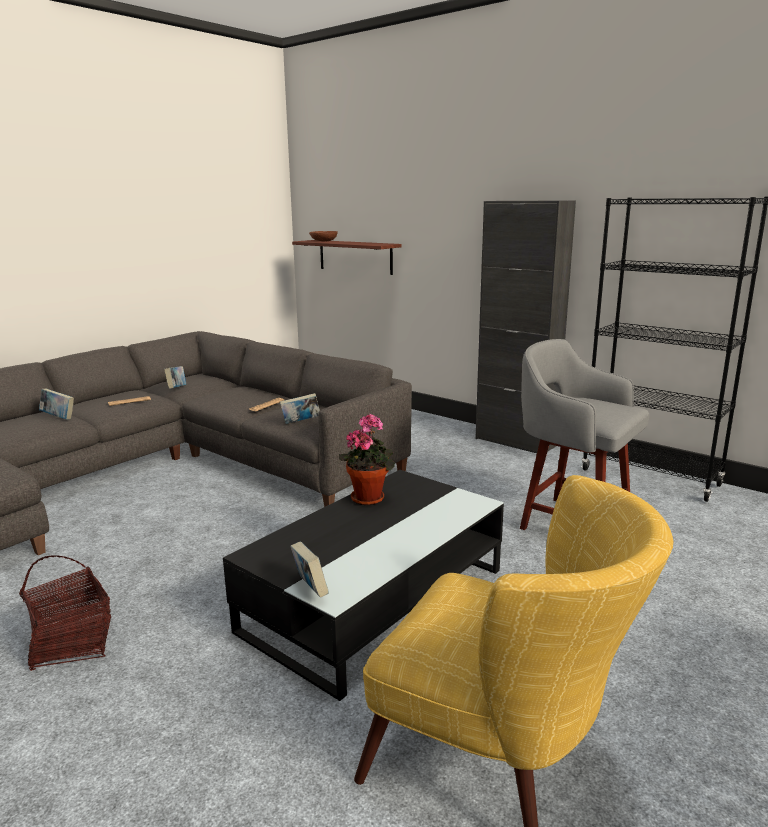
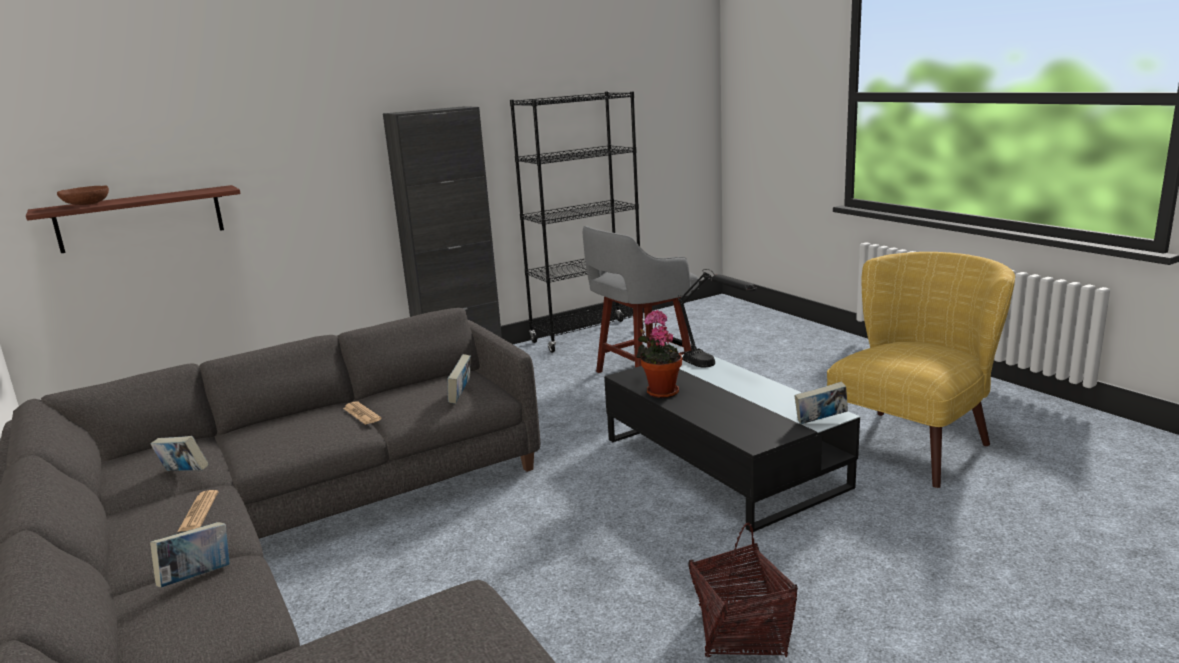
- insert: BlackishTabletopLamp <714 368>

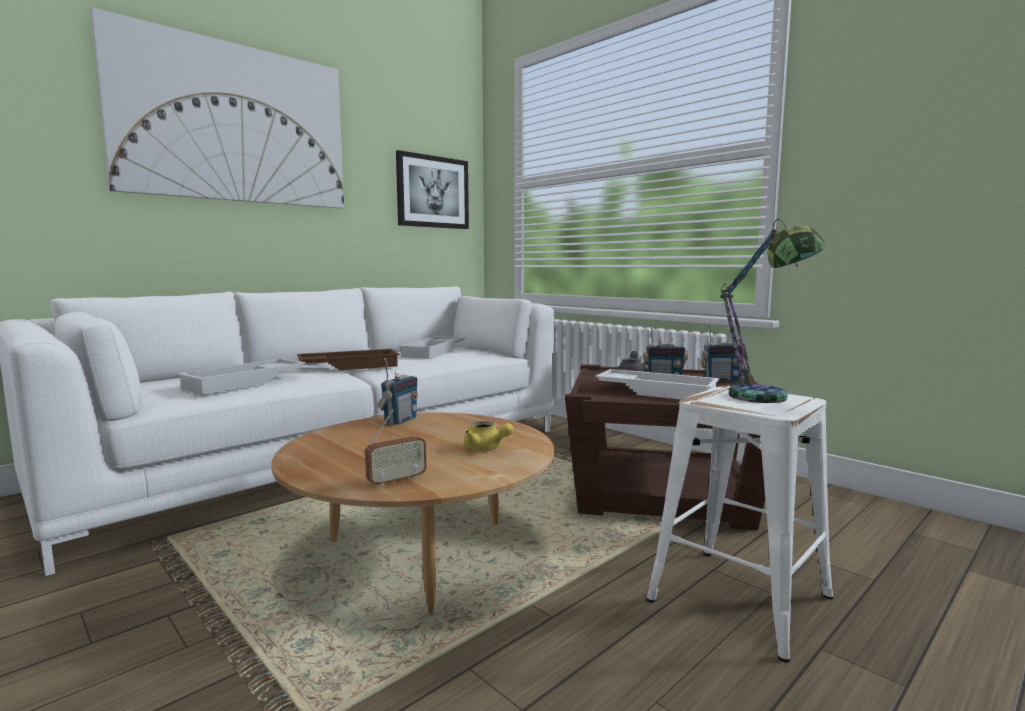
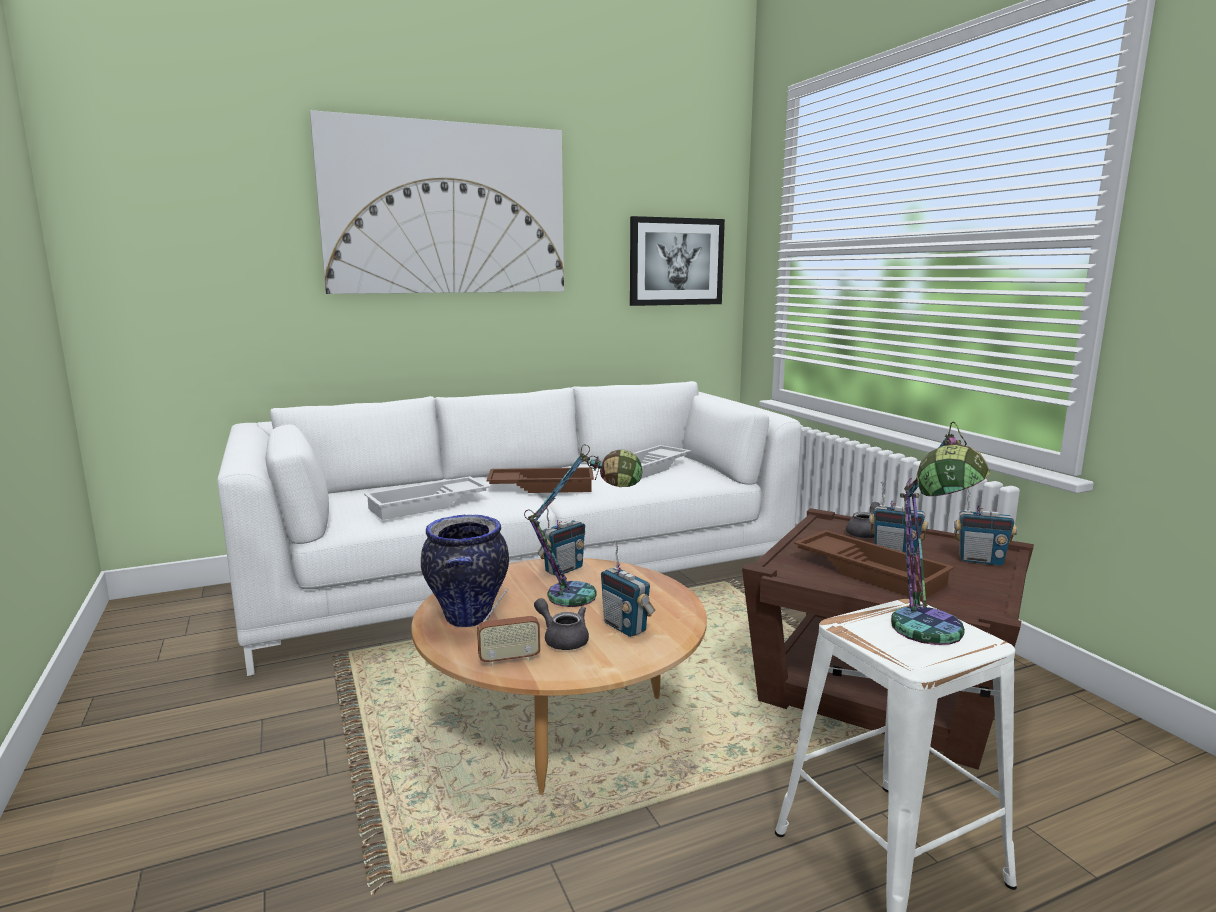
- recolor: WhiteServingTray <657 392> to BrownishServingTray <871 572>
- replace: YellowishPotForTea <486 448> to RadioSet <625 627>
- insert: TabletopLamp <587 595>
- insert: DecorativeVase <468 619>
- insert: GrayPotForTea <562 639>

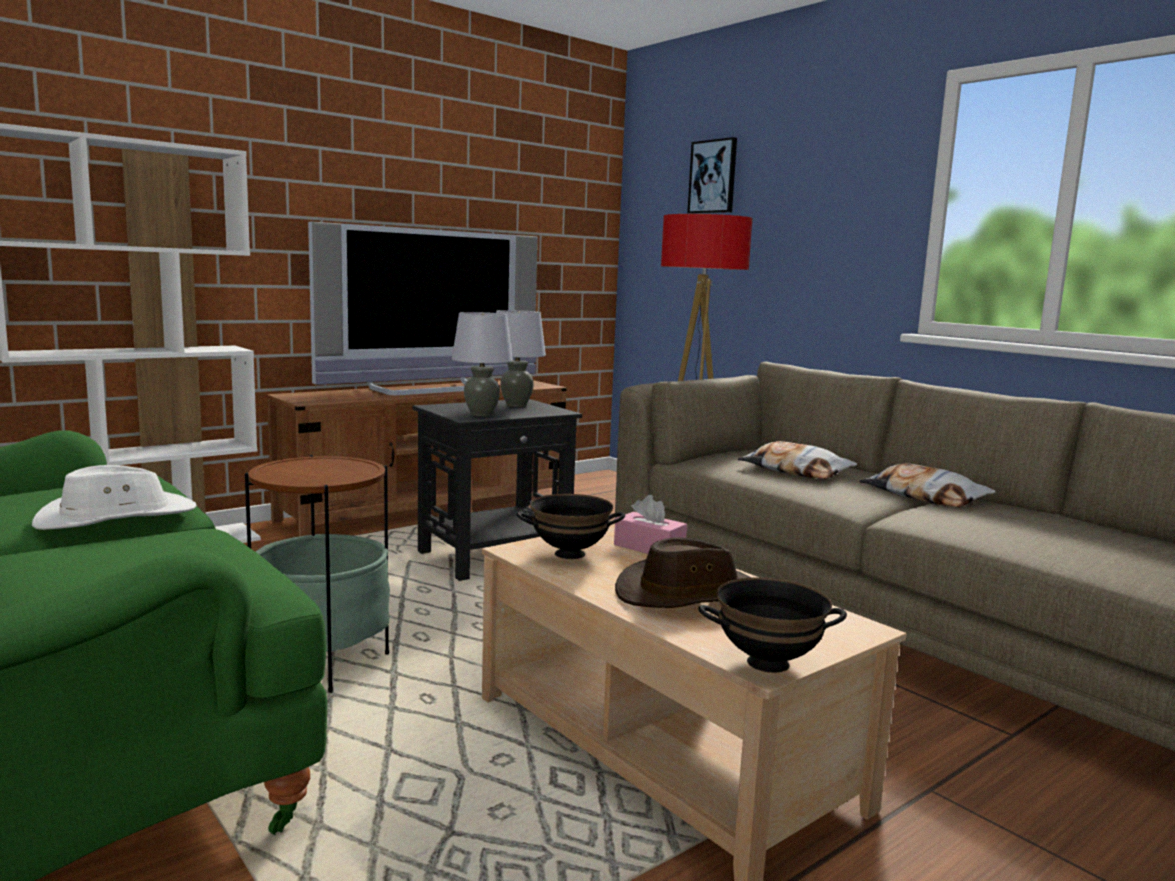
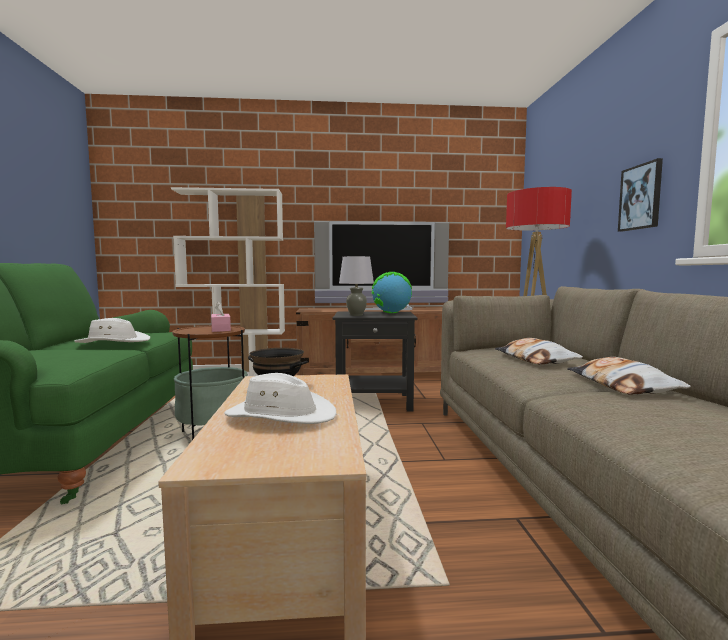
- move: Picture <713 177> to <641 197>
- replace: GrayTabletopLamp <516 405> to DeskGlobe <391 313>
- move: PinkishBoxOfTissues <649 547> to <221 329>
- recolor: BrownishHat <689 594> to WhiteHat <281 415>
- delete: BlackishDeepDish <767 664>

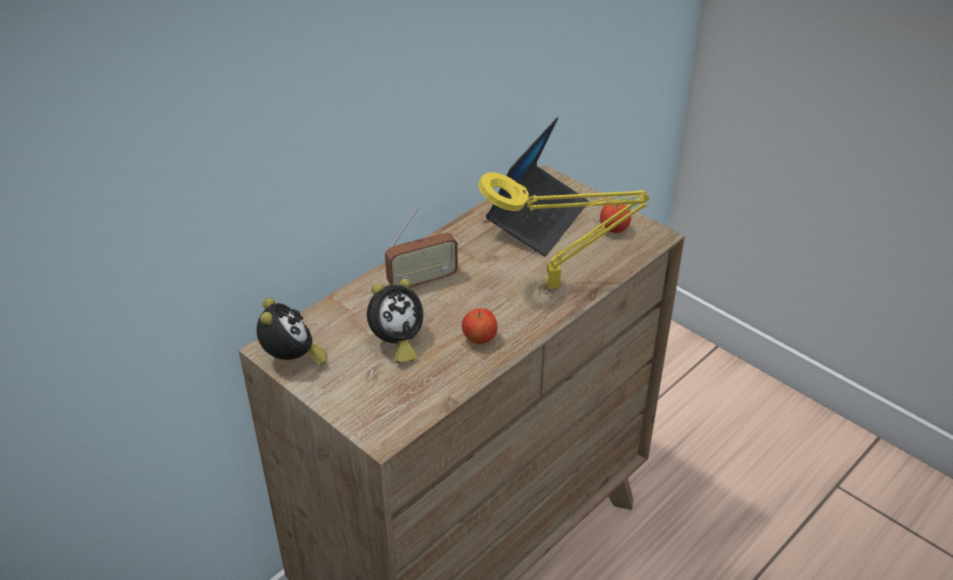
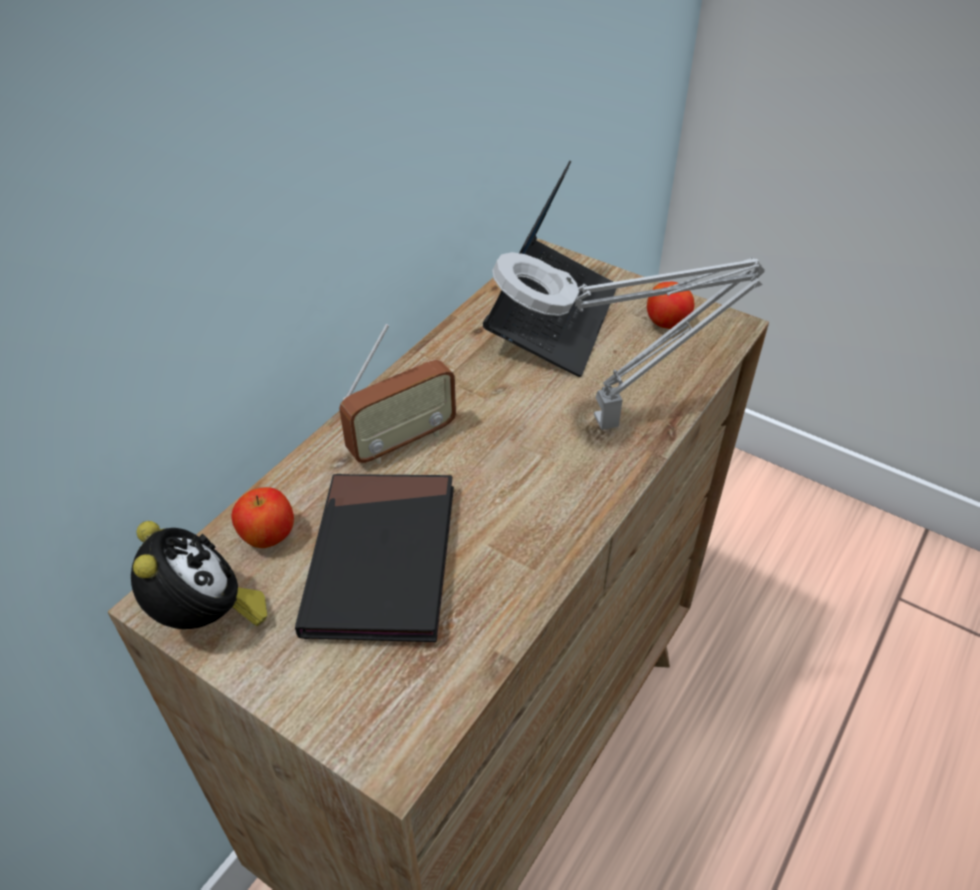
- recolor: YellowishTabletopLamp <558 285> to GrayTabletopLamp <613 421>
- replace: BedsideClock <396 344> to BlackishBoundBook <381 560>
- move: Apple <479 339> to <268 537>

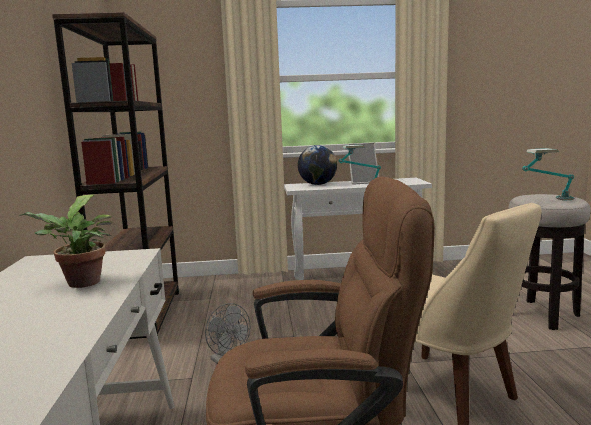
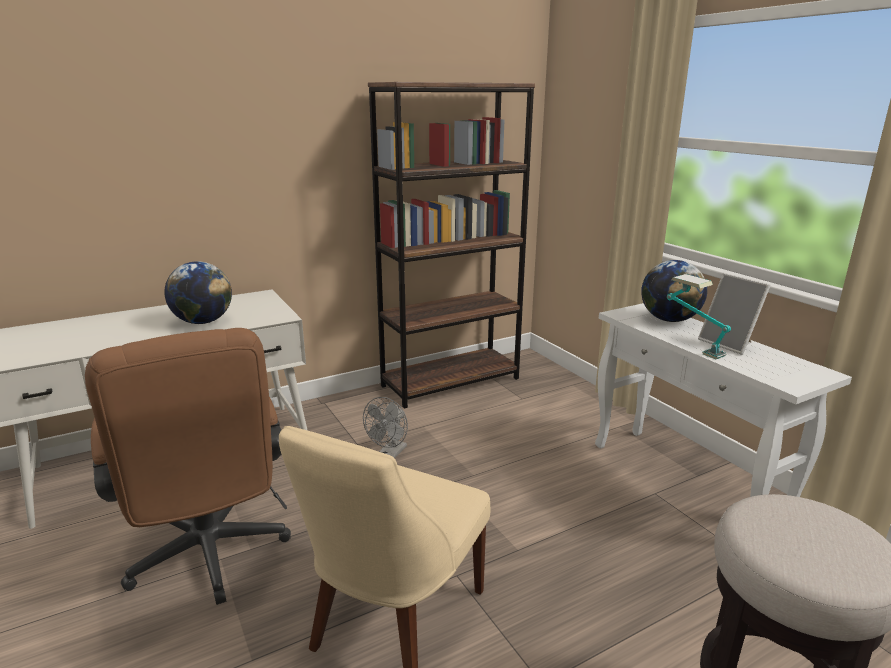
- delete: TabletopLamp <547 200>
- replace: Houseplant <80 284> to DeskGlobe <203 322>

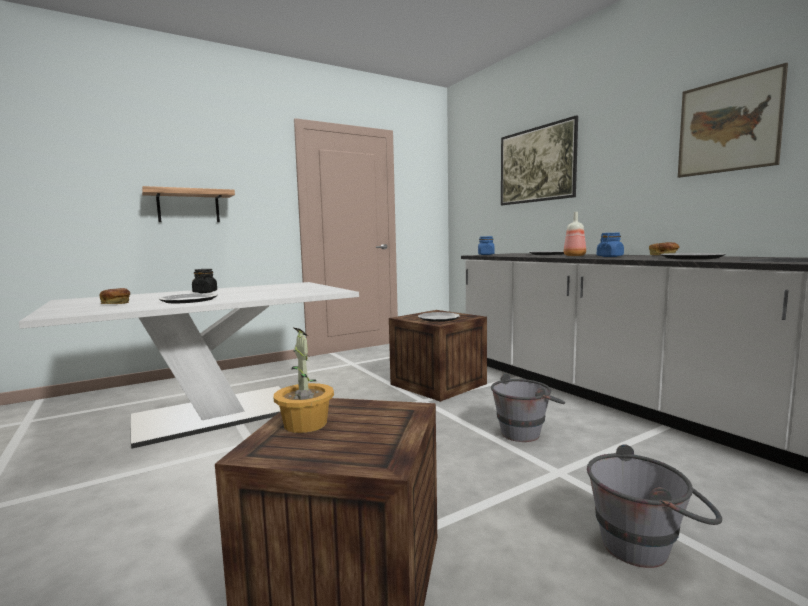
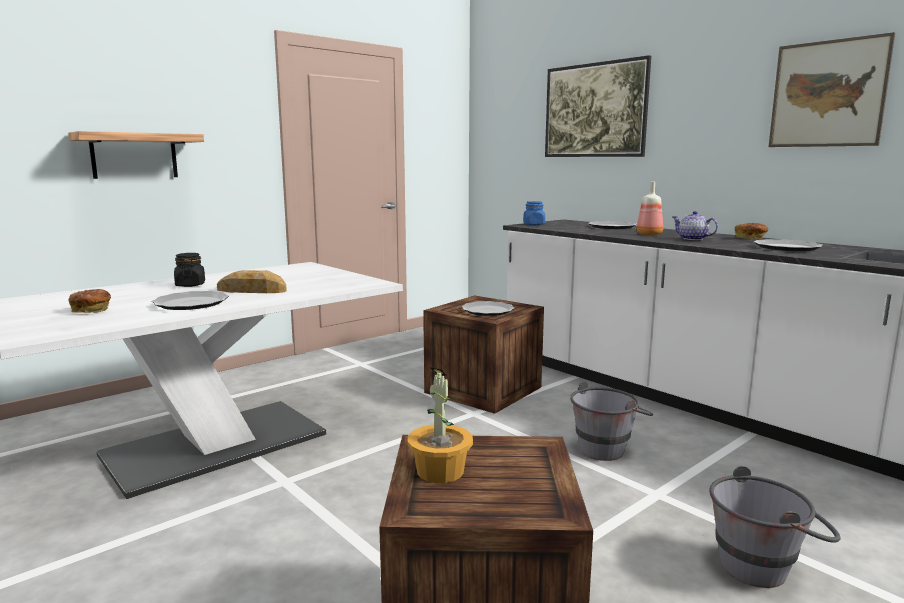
- replace: BluishStorageJar <610 256> to PotForTea <692 239>
- insert: Bread <252 290>

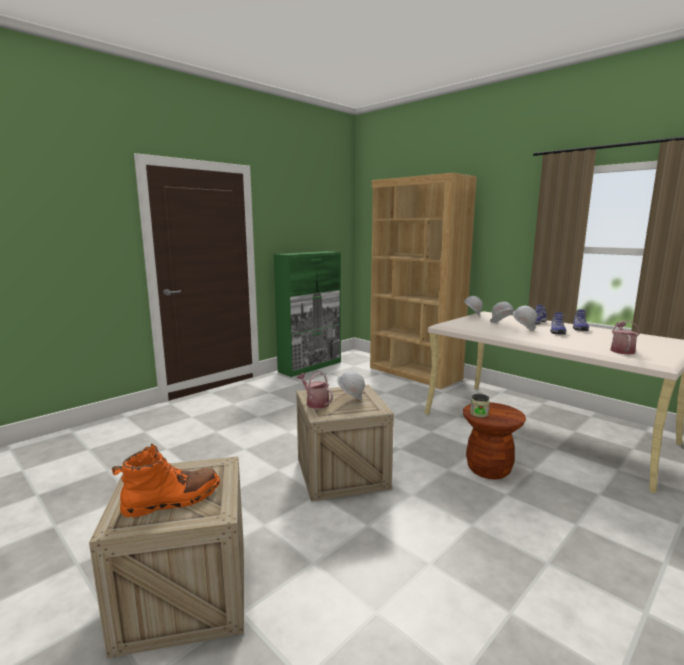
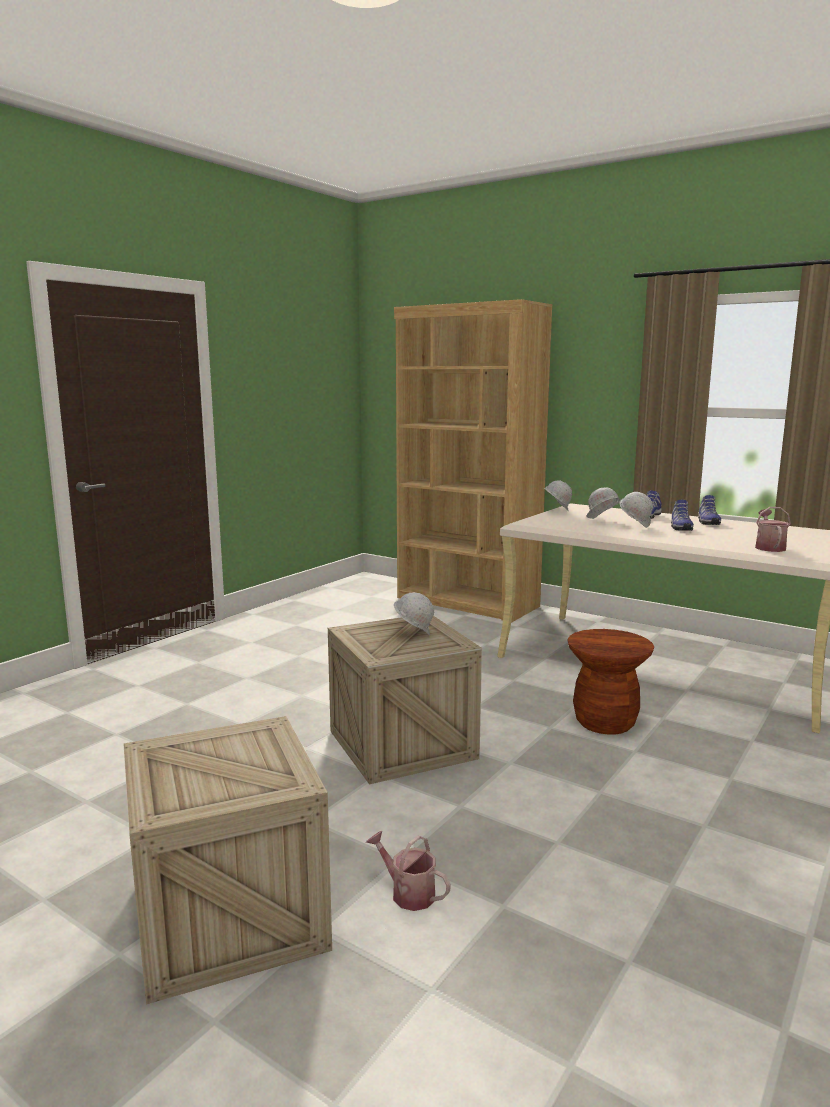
- delete: GreenColouredCabinet <310 367>
- move: SprinklingCan <315 403> to <408 892>
- delete: StorageJar <479 414>
- delete: OrangeColouredTallBoot <172 500>

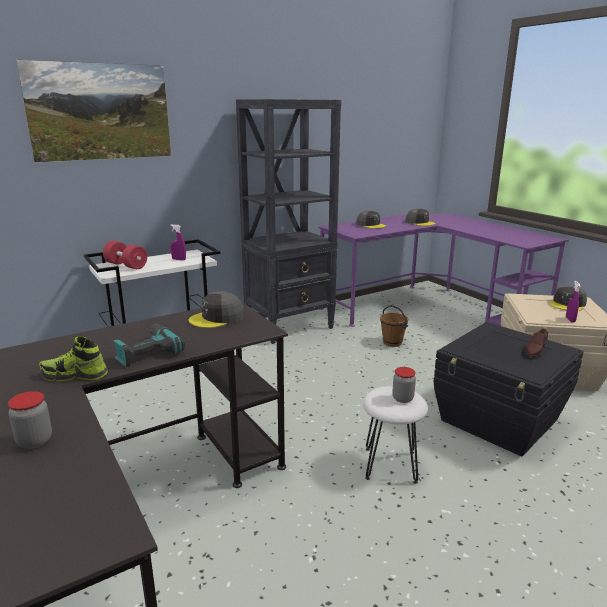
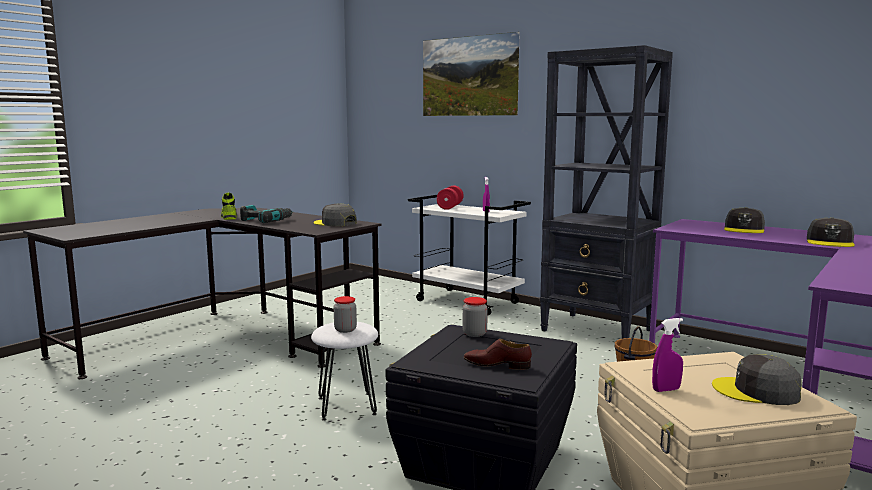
- move: StorageJar <35 441> to <474 334>

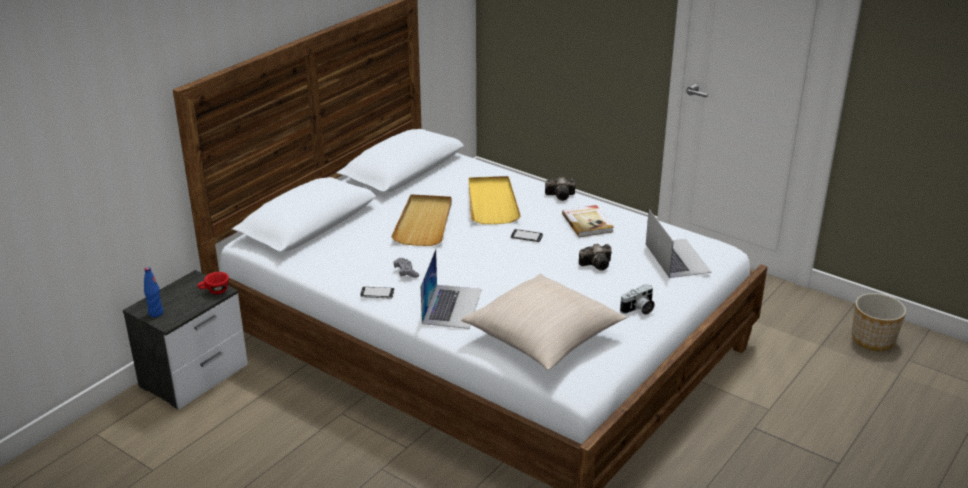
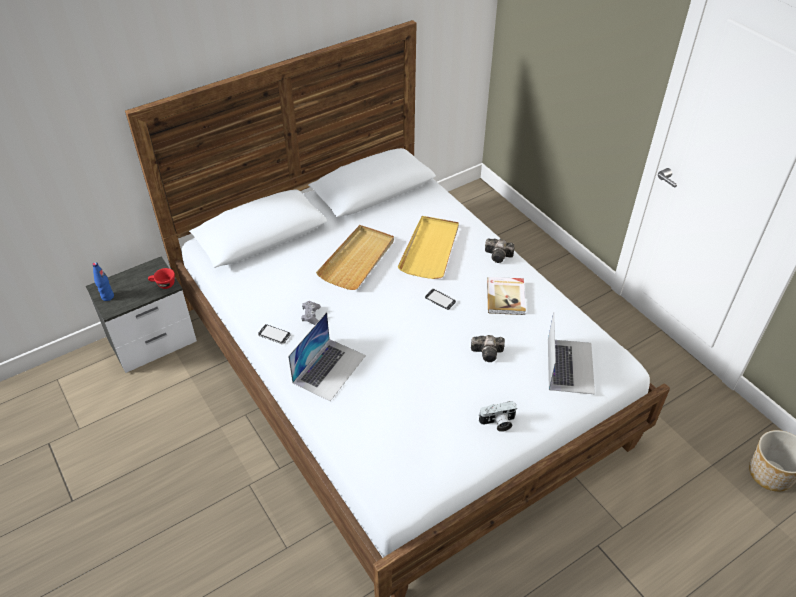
- delete: BeigeCushion <543 337>

